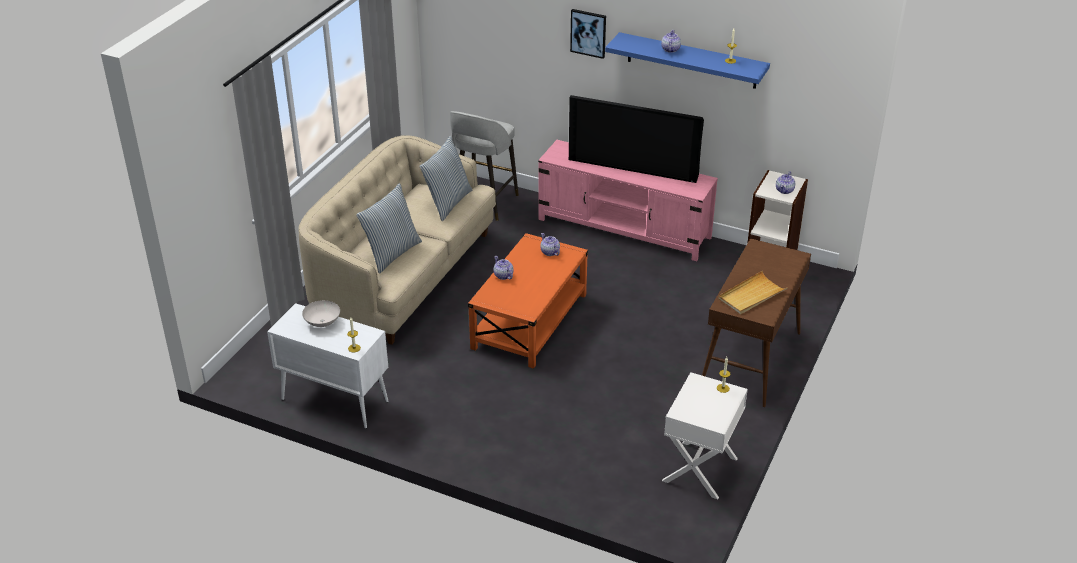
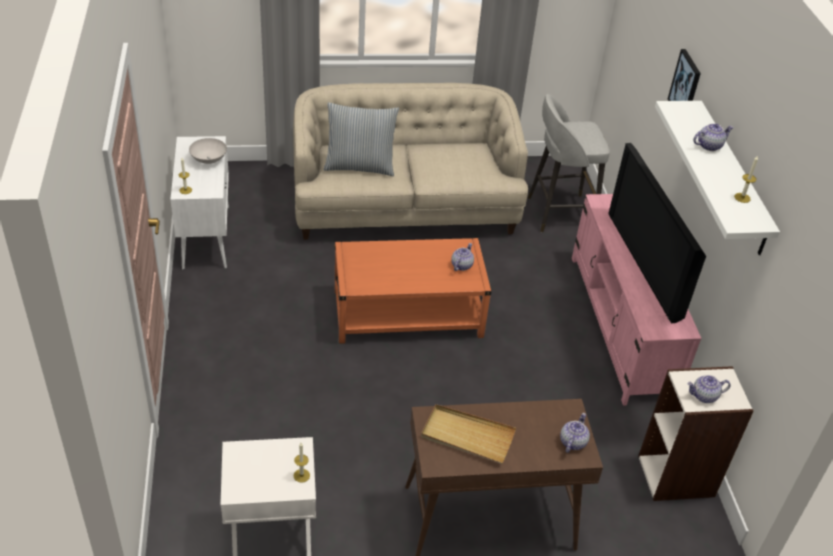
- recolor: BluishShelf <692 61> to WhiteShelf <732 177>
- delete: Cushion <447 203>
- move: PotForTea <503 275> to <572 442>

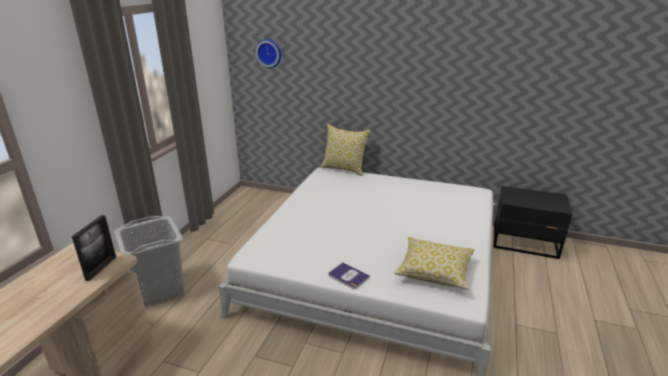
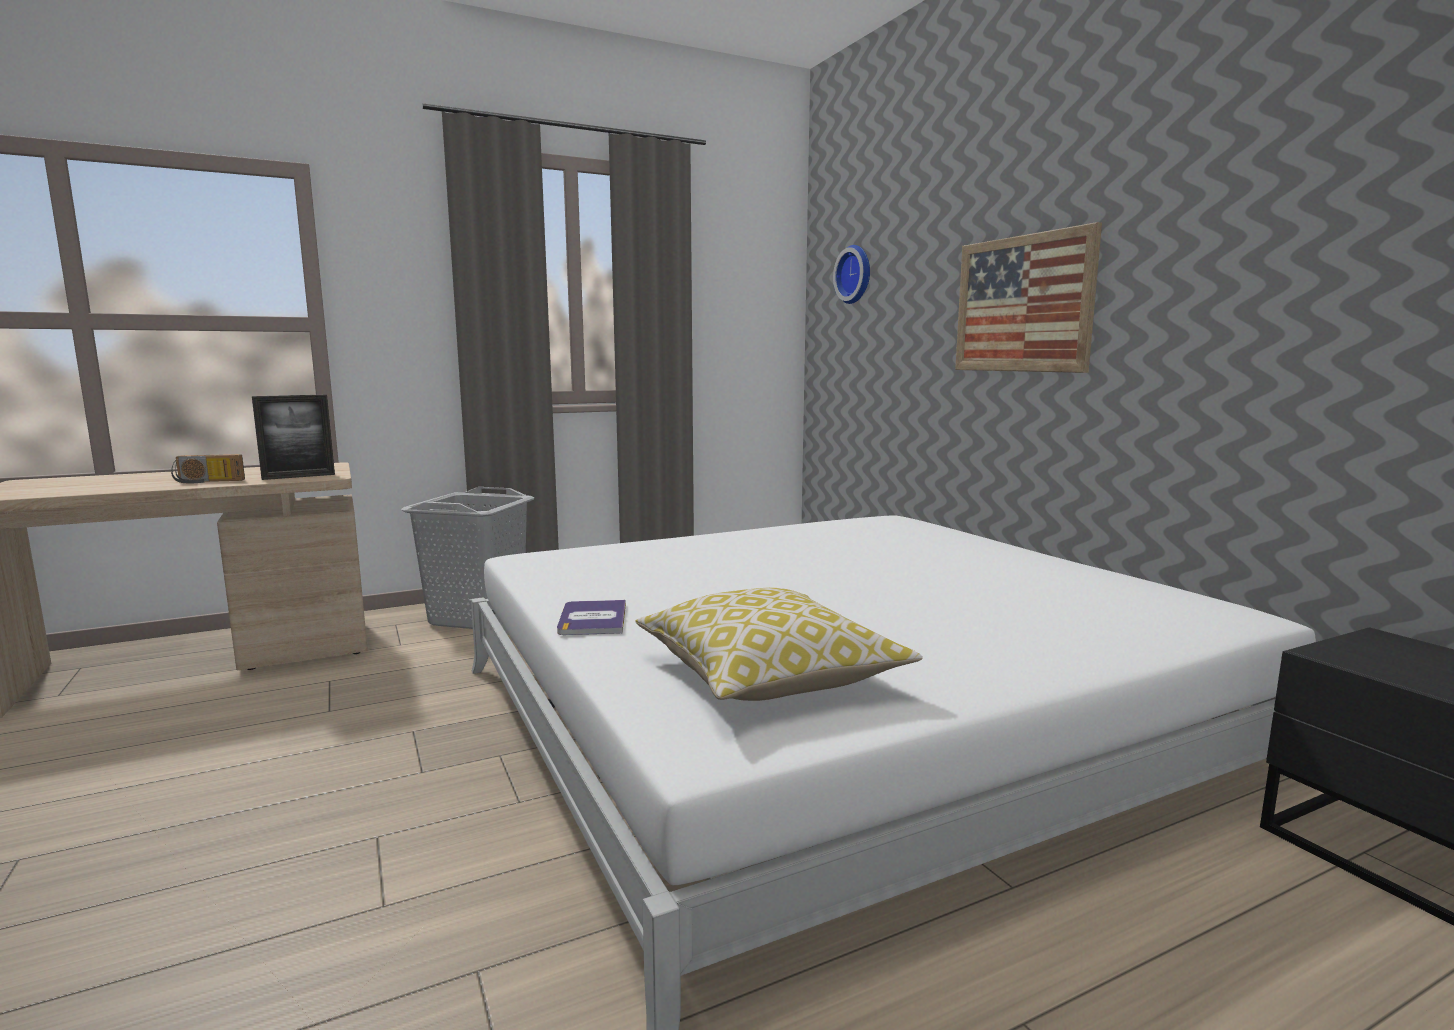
- delete: Cushion <344 169>
- insert: Picture <1022 304>
- insert: RadioSet <207 482>

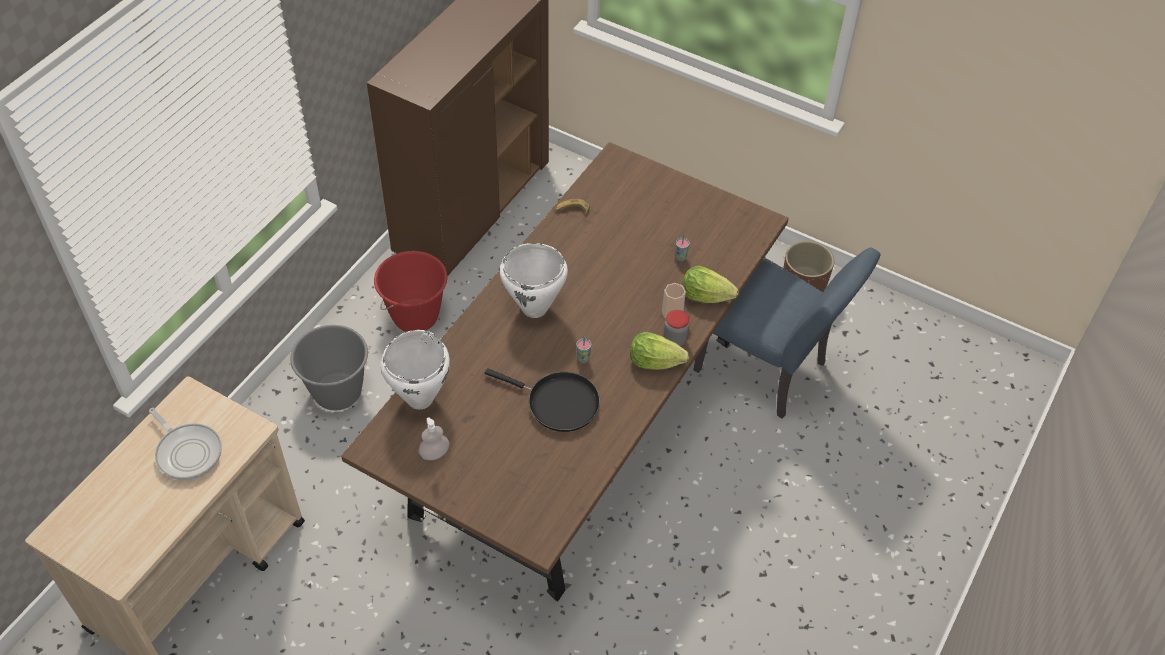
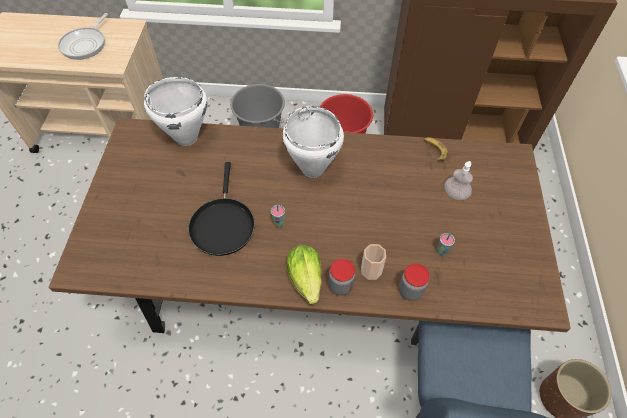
- replace: HeadOfLettuce <705 296> to StorageJar <410 290>
- move: LiquidSoapBottle <435 453> to <455 194>

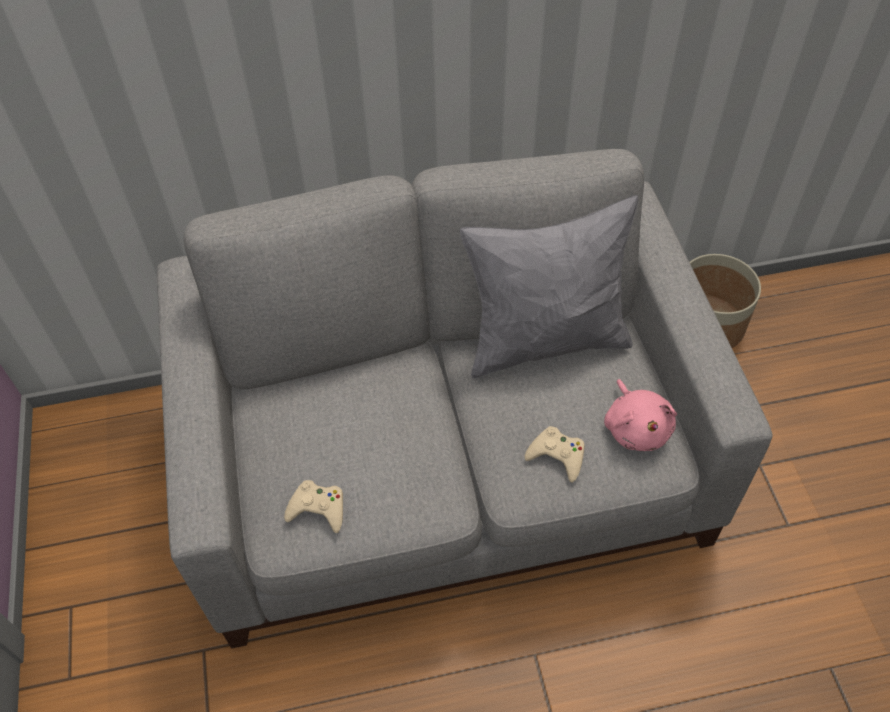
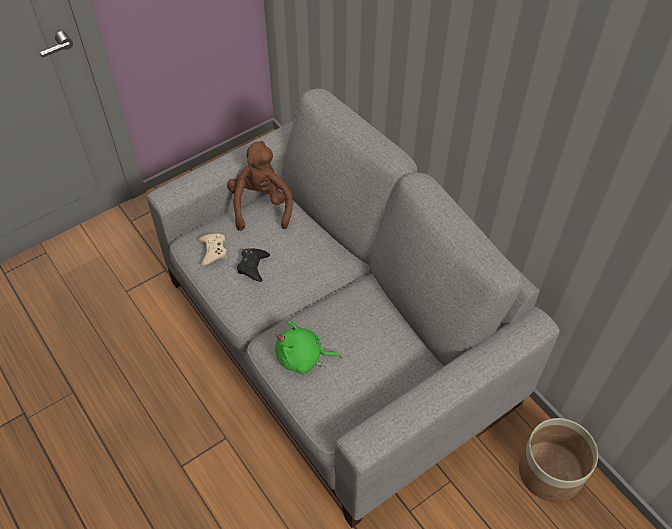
- delete: GrayCushion <545 341>
- delete: PinkishSoftToy <636 427>
- replace: BeigeJoypad <557 456> to GreenColouredSoftToy <303 358>
- insert: BrownishSoftToy <261 205>
- insert: BlackishJoypad <253 266>

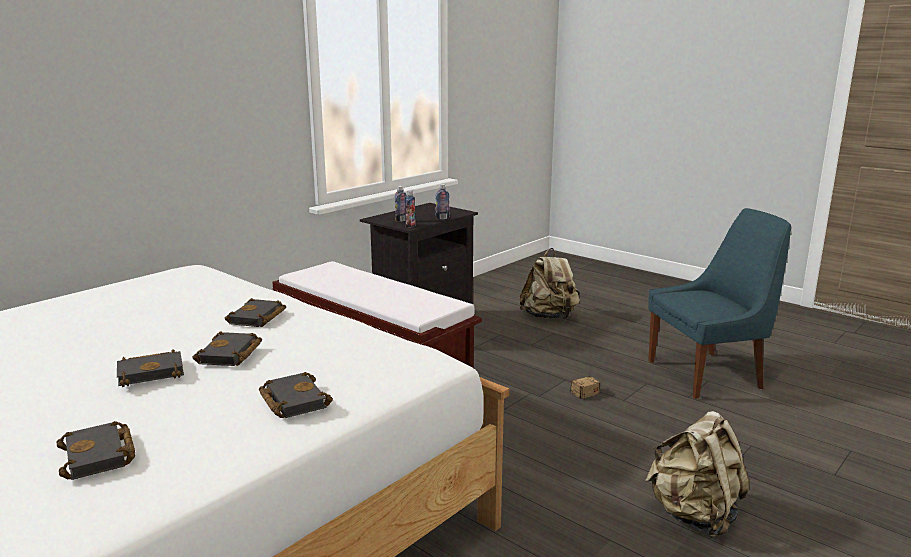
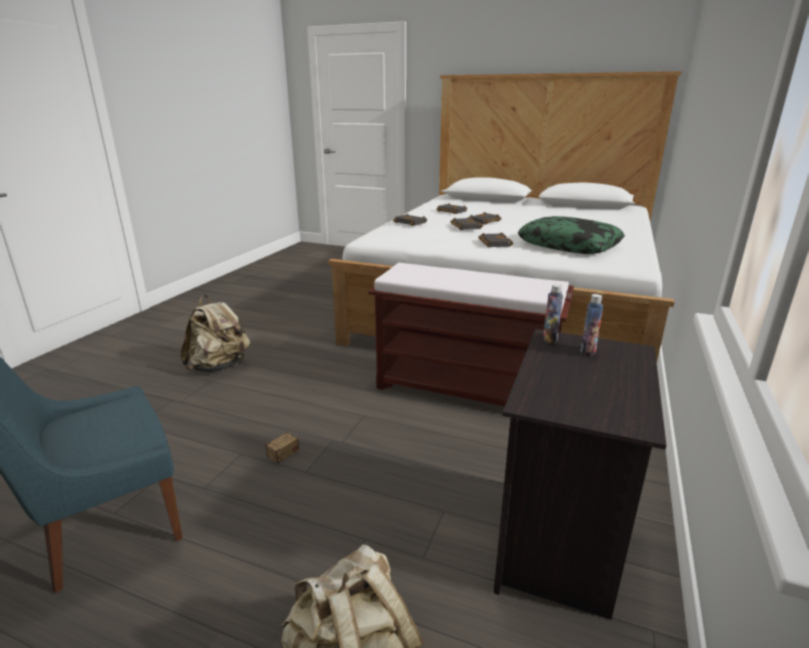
- delete: Bottle <442 218>
- insert: Cushion <569 245>

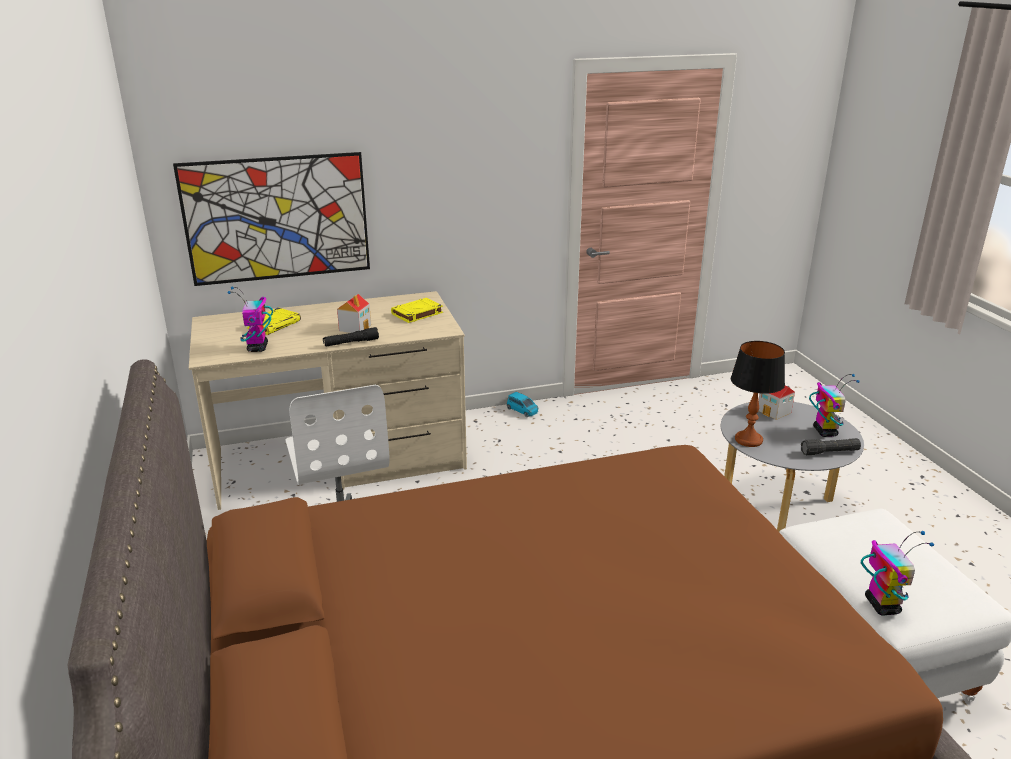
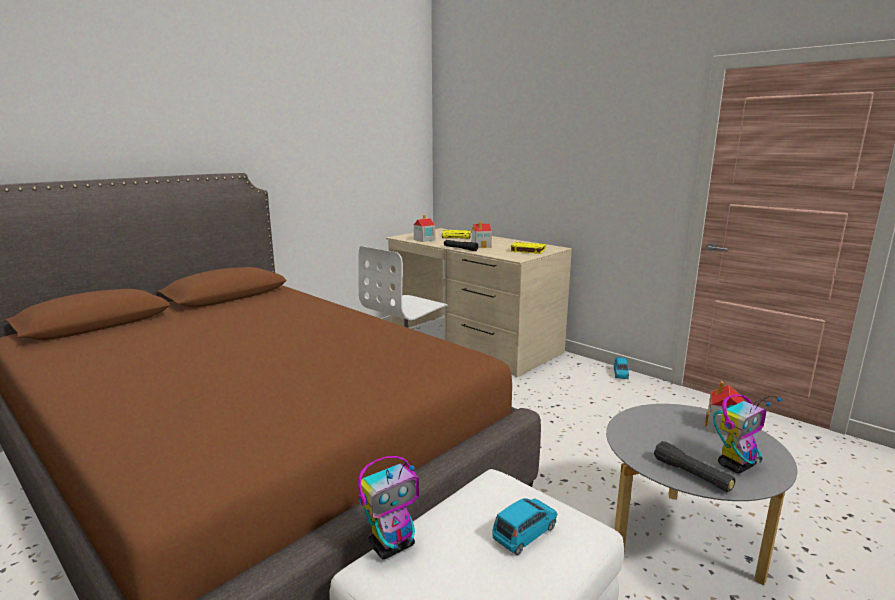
- delete: Picture <277 219>
- replace: ModelRobot <257 348> to MiniatureHouse <424 240>
- delete: TabletopLamp <748 440>
- insert: BluishModelCar <525 533>

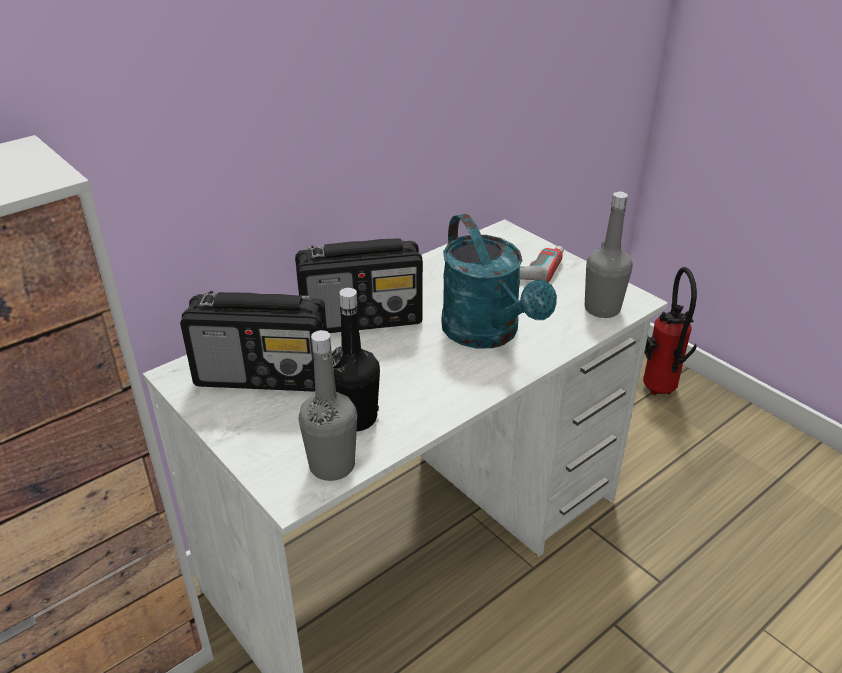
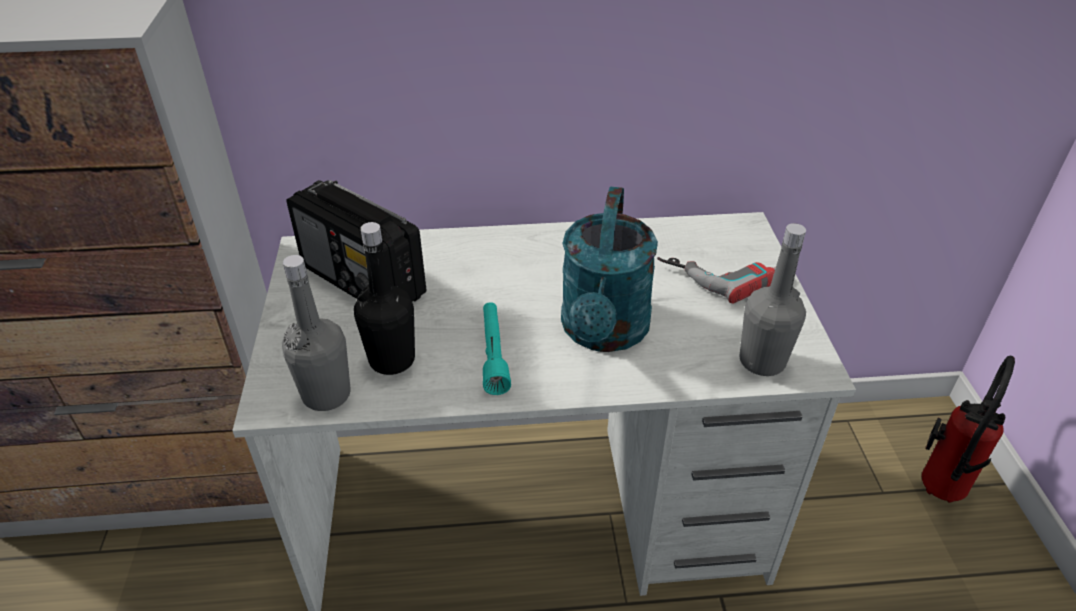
- delete: RadioSet <363 318>
- insert: TurquoiseFlashlight <493 354>

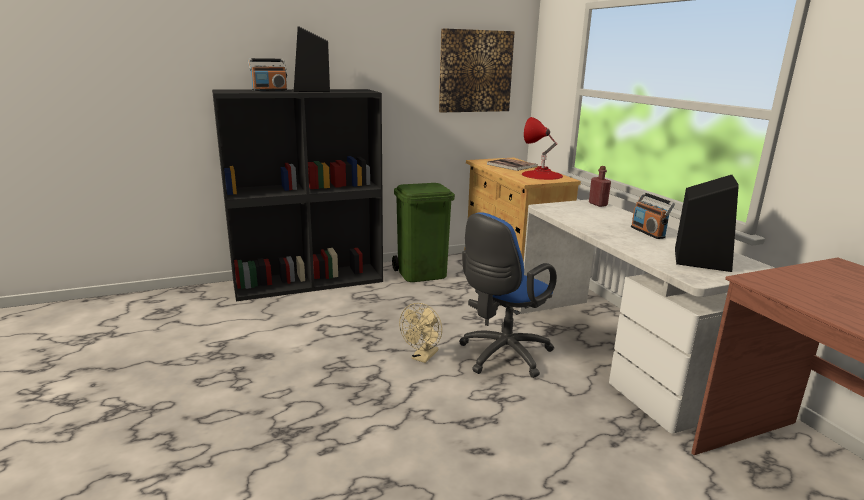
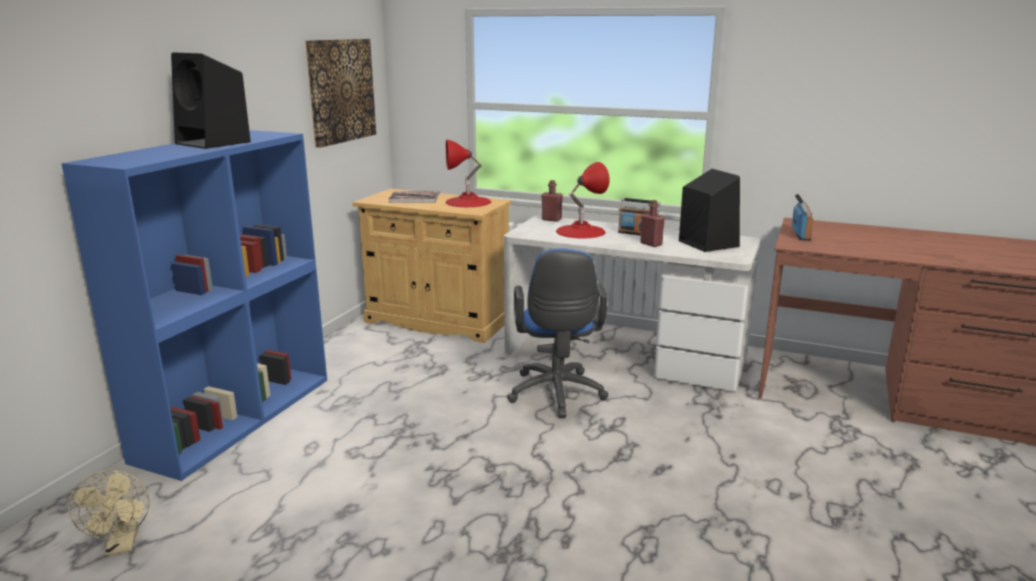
- move: RadioSet <269 90> to <801 235>
- recolor: BlackishBookcase <309 281> to BluishBookcase <236 417>
- delete: GreenColouredWasteBin <422 274>
- move: BeigeCoolingFan <423 357> to <122 546>
- insert: RedColouredTabletopLamp <580 231>
- insert: RedColouredBottle <651 244>

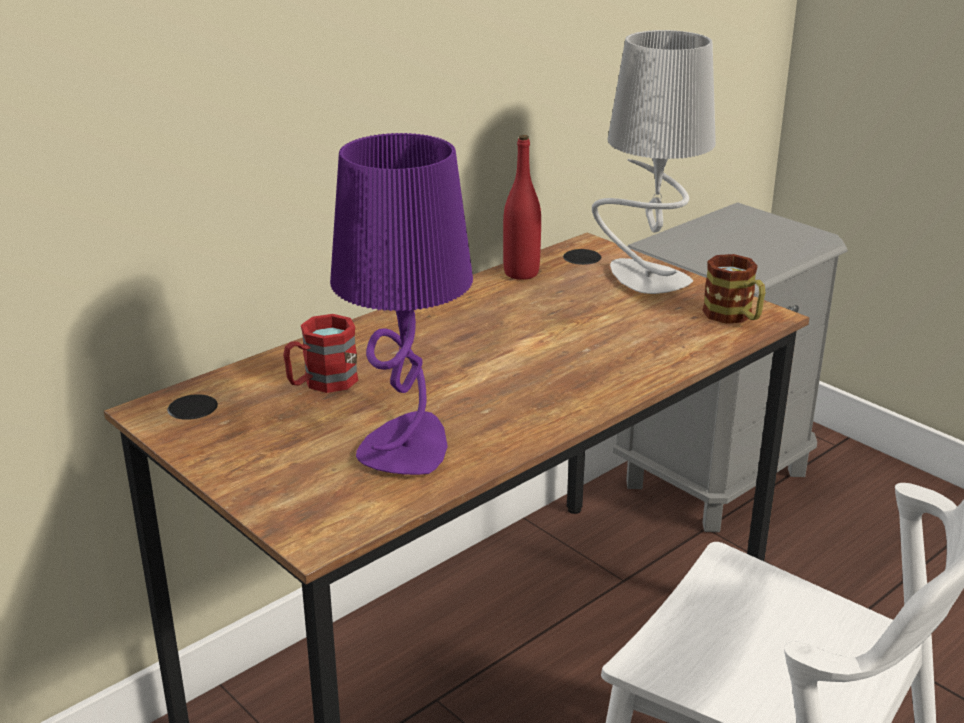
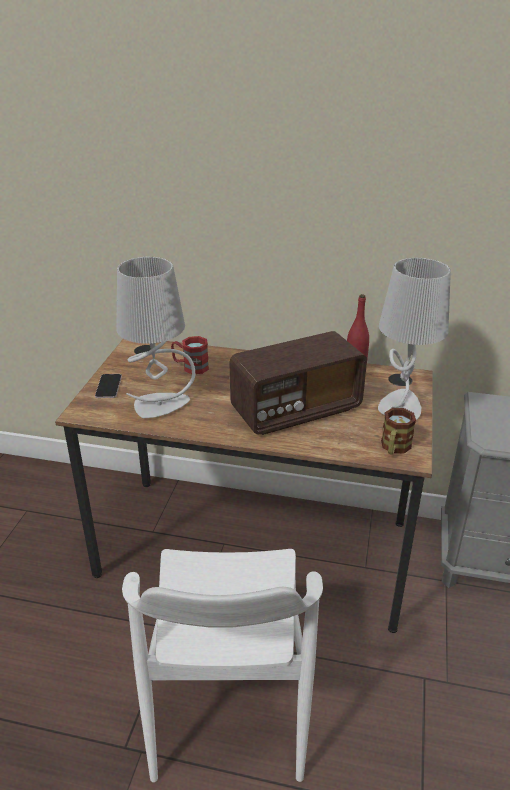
- recolor: PurpleColouredTabletopLamp <405 447> to GrayTabletopLamp <160 405>
- insert: RadioSet <296 410>
- insert: Telephone <108 386>

